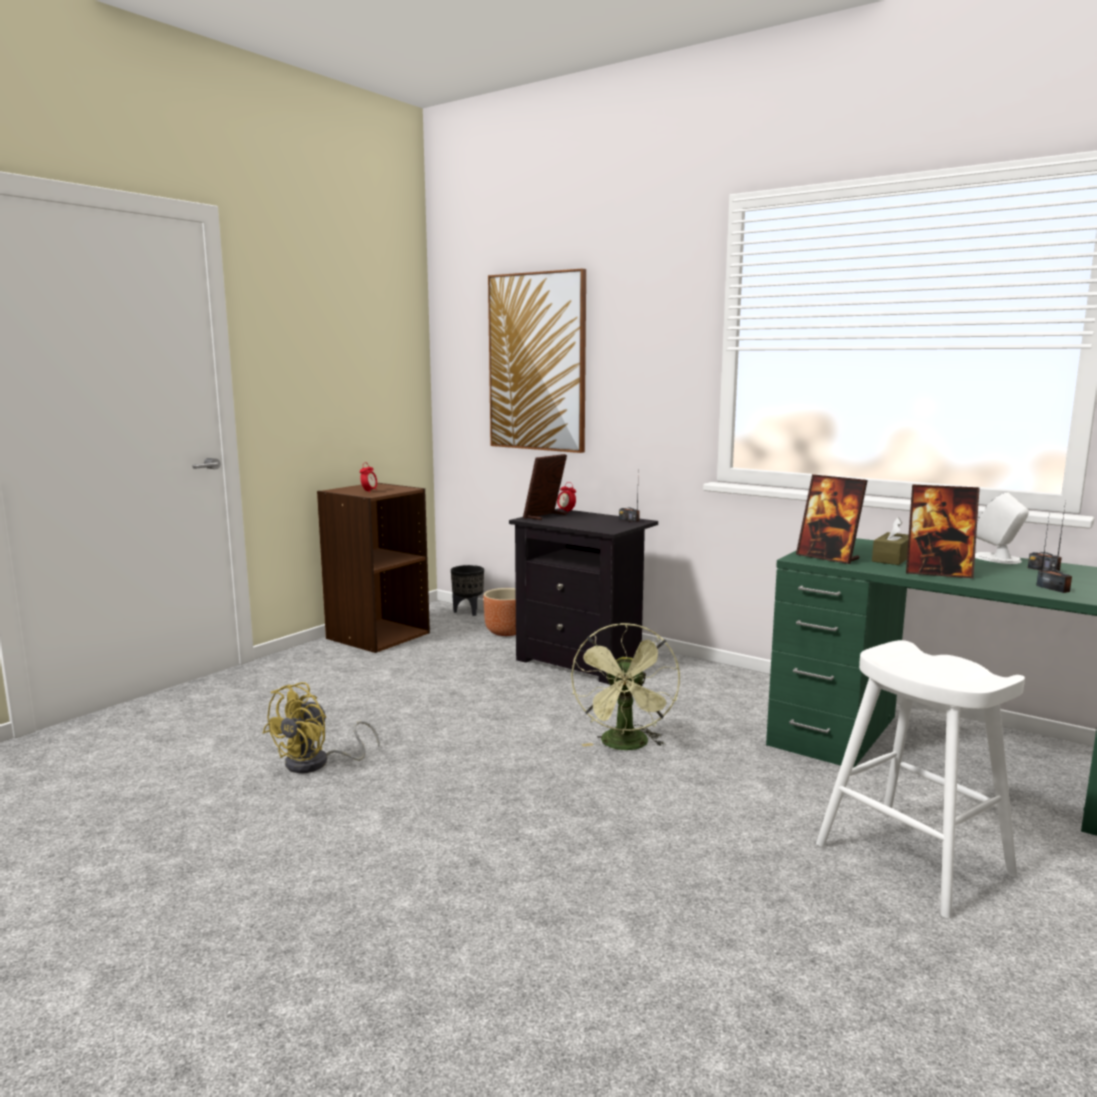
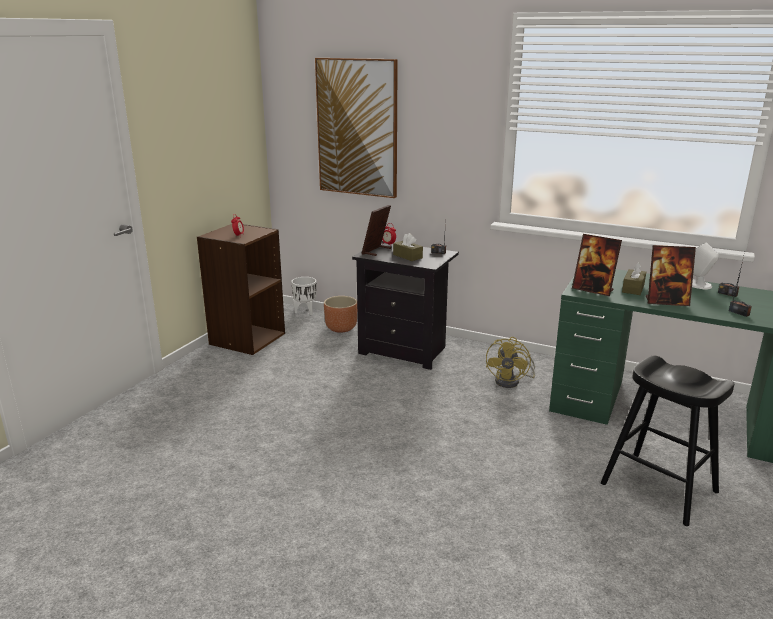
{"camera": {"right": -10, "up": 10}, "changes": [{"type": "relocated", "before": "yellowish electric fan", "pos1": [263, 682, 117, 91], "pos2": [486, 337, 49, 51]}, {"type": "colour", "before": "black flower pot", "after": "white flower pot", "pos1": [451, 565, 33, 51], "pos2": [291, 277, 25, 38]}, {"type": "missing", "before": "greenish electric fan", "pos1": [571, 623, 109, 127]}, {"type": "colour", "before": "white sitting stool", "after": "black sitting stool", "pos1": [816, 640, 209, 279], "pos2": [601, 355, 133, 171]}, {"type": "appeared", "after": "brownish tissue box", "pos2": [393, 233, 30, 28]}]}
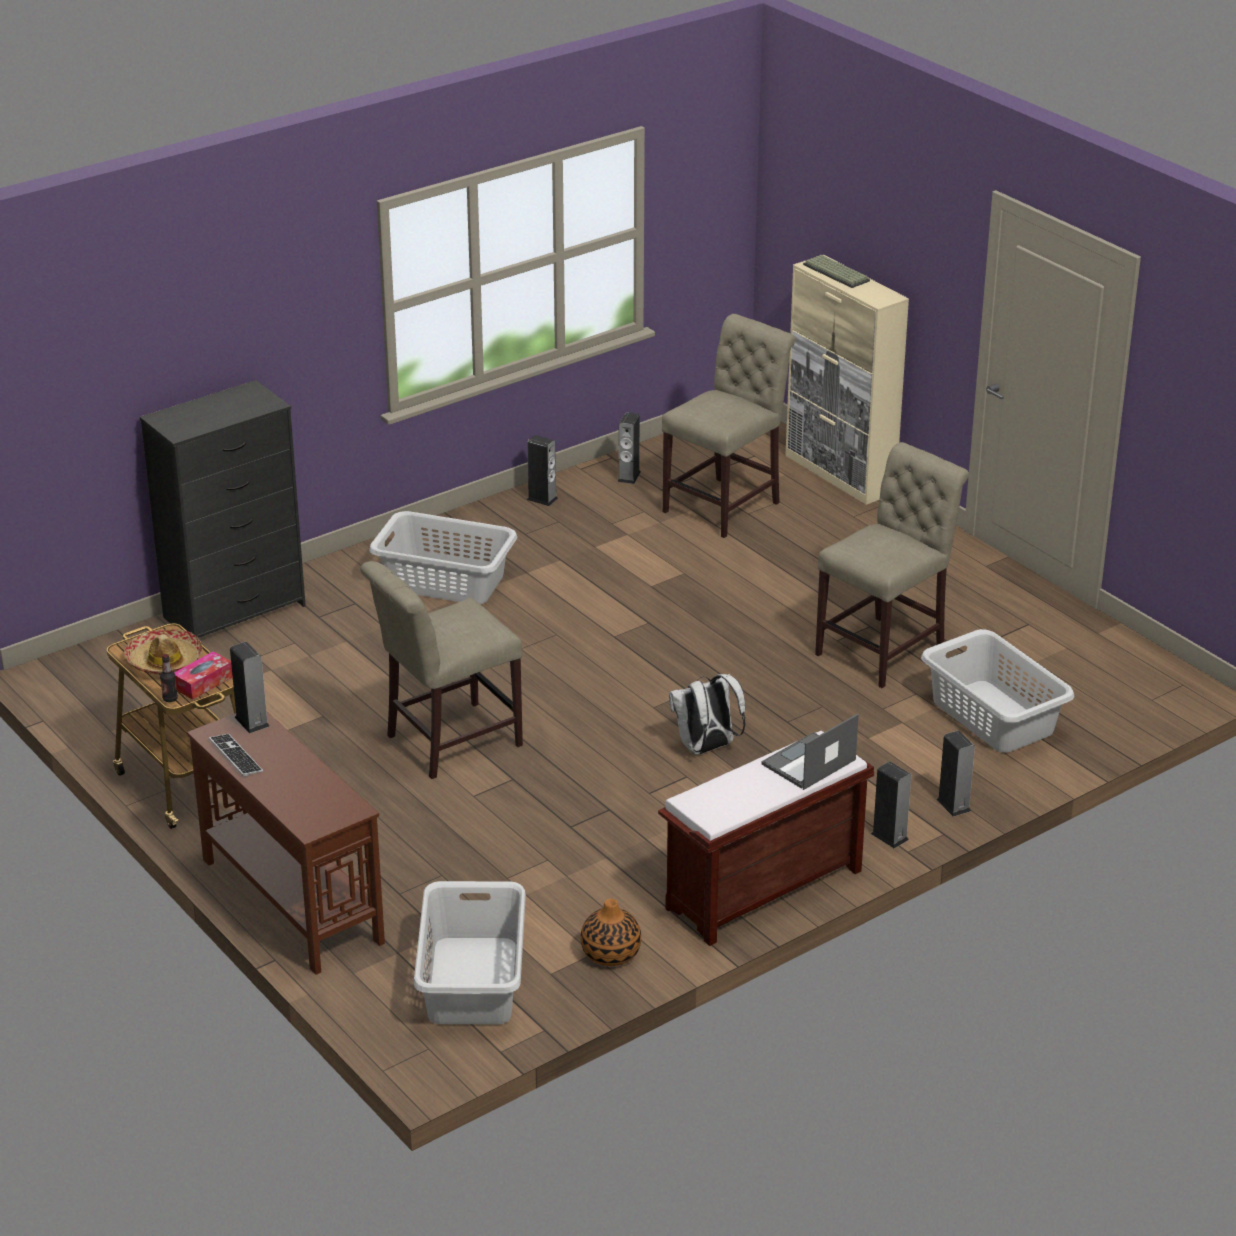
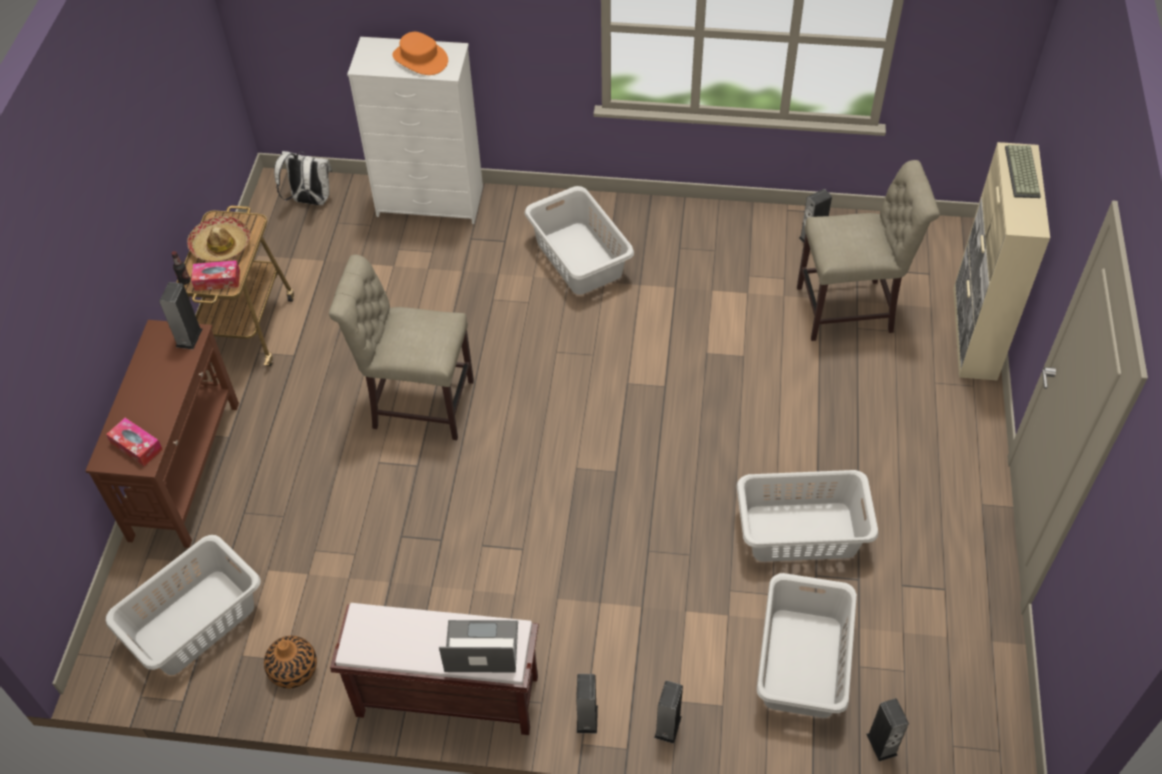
{"camera": {"right": 45, "up": 20}, "changes": [{"type": "colour", "before": "black drawer chest", "after": "white drawer chest", "pos1": [140, 380, 166, 258], "pos2": [347, 37, 136, 187]}, {"type": "missing", "before": "computer keyboard", "pos1": [209, 734, 54, 43]}, {"type": "relocated", "before": "loudspeaker", "pos1": [527, 435, 31, 71], "pos2": [866, 698, 43, 63]}, {"type": "relocated", "before": "white knapsack", "pos1": [669, 674, 77, 81], "pos2": [274, 151, 58, 54]}, {"type": "exchanged", "before": "beige upright chair", "after": "grey laundry basket", "pos1": [815, 442, 154, 246], "pos2": [737, 470, 141, 92]}, {"type": "appeared", "after": "tissue box", "pos2": [106, 418, 57, 48]}, {"type": "appeared", "after": "orangey clothing hat", "pos2": [393, 32, 55, 43]}]}
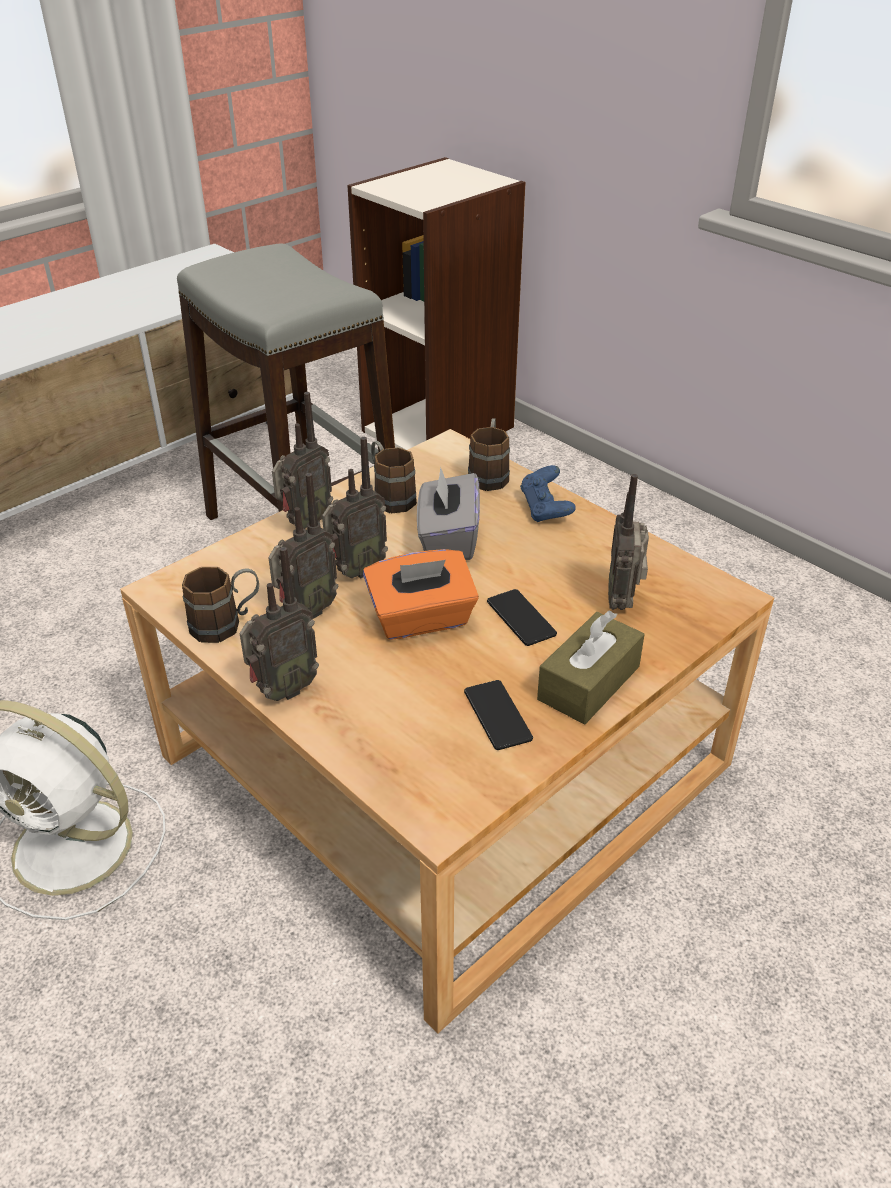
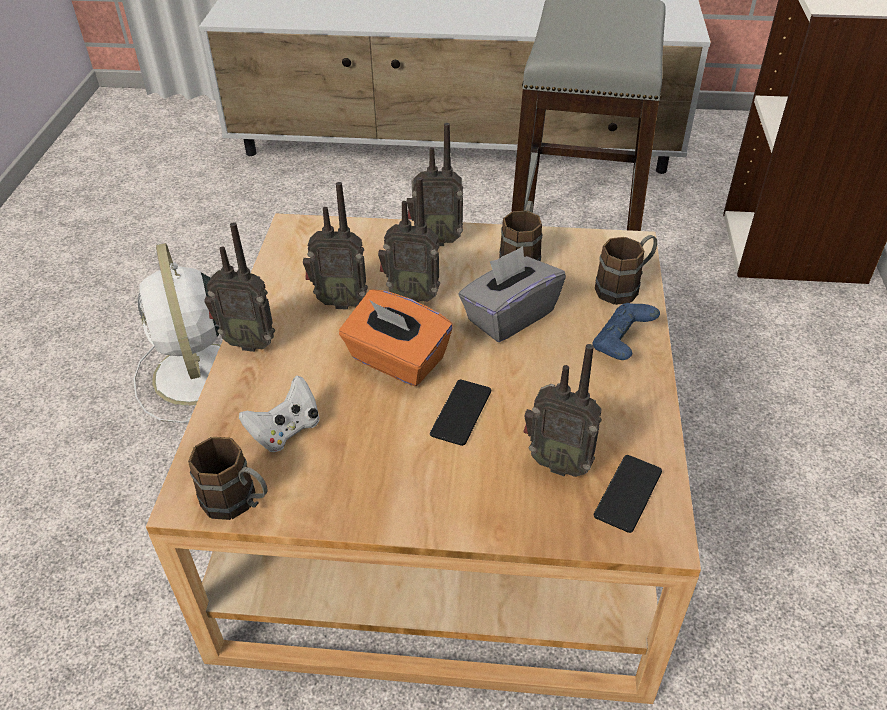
{"camera": {"right": 50, "up": 5}, "changes": [{"type": "relocated", "before": "brownish tea mug", "pos1": [182, 567, 77, 76], "pos2": [188, 437, 80, 83]}, {"type": "relocated", "before": "handset", "pos1": [464, 680, 69, 70], "pos2": [594, 455, 68, 78]}, {"type": "missing", "before": "brownish tissue box", "pos1": [537, 610, 108, 115]}, {"type": "spun", "before": "radio set", "pos1": [608, 474, 41, 136], "pos2": [524, 344, 78, 133], "turn": -120}, {"type": "appeared", "after": "white game controller", "pos2": [239, 375, 81, 77]}]}
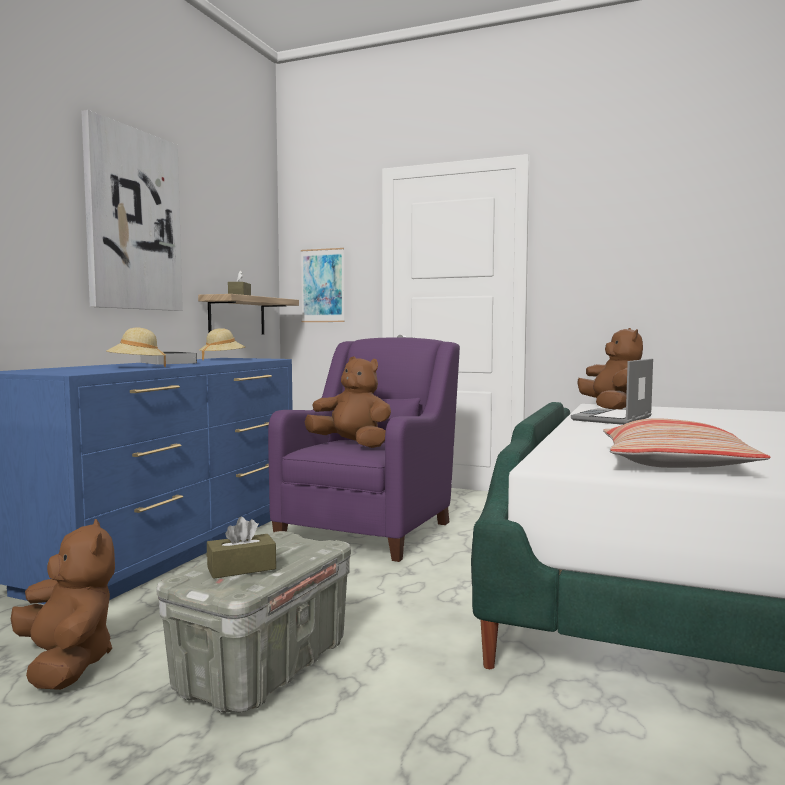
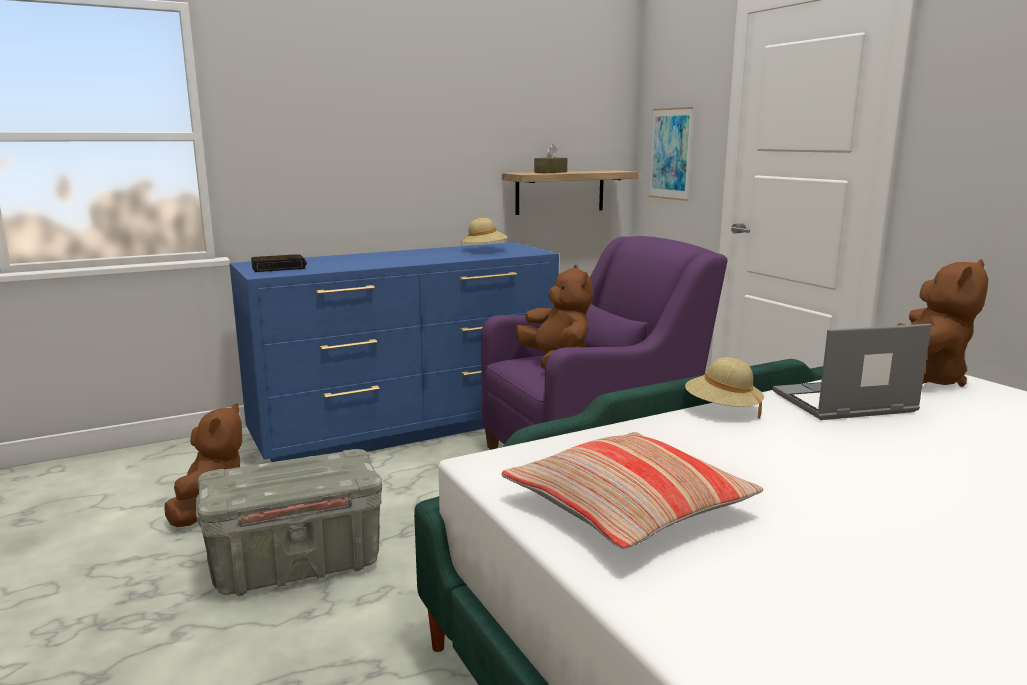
{"camera": {"right": 40, "up": 10}, "changes": [{"type": "missing", "before": "picture", "pos1": [82, 110, 101, 201]}, {"type": "relocated", "before": "beige clothing hat", "pos1": [106, 328, 60, 39], "pos2": [685, 357, 79, 62]}, {"type": "missing", "before": "book", "pos1": [139, 352, 58, 13]}, {"type": "missing", "before": "brownish tissue box", "pos1": [207, 517, 69, 62]}, {"type": "appeared", "after": "alarm clock", "pos2": [251, 254, 56, 18]}]}
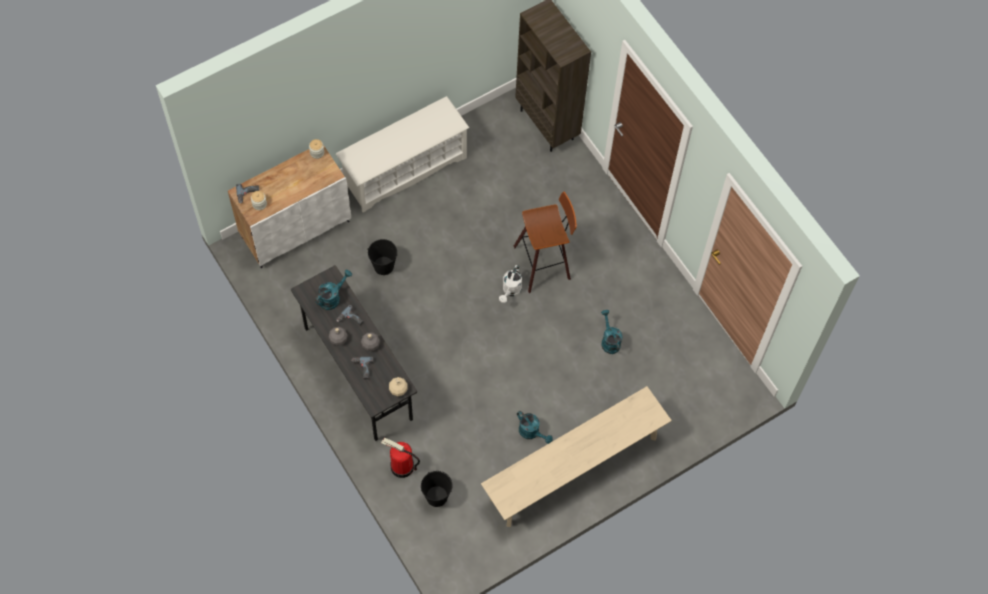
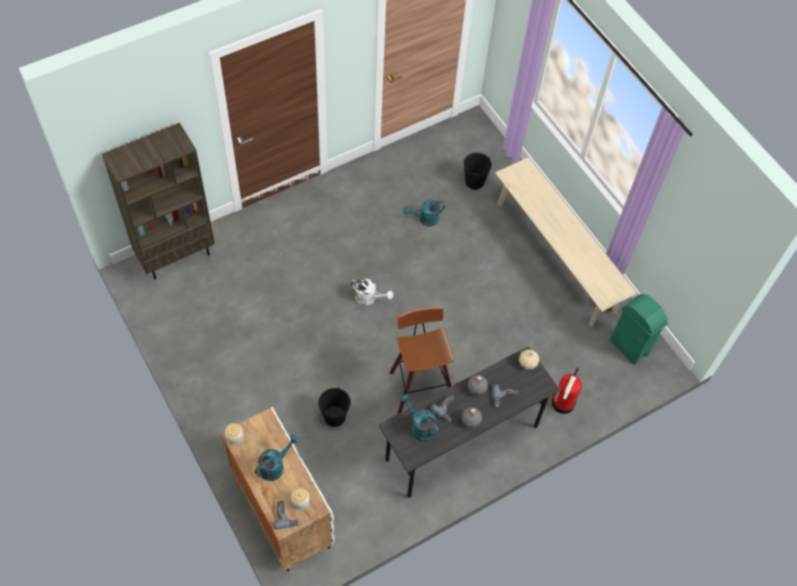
{"camera": {"right": -90, "up": -5}, "changes": [{"type": "missing", "before": "white shoe rack", "pos1": [336, 96, 133, 117]}, {"type": "relocated", "before": "black bucket", "pos1": [421, 471, 32, 36], "pos2": [464, 152, 28, 38]}, {"type": "relocated", "before": "sitting stool", "pos1": [514, 192, 63, 101], "pos2": [390, 308, 65, 106]}, {"type": "relocated", "before": "blue-green watering pot", "pos1": [517, 411, 36, 33], "pos2": [255, 434, 44, 47]}, {"type": "appeared", "after": "greenish trash can", "pos2": [610, 294, 58, 71]}]}
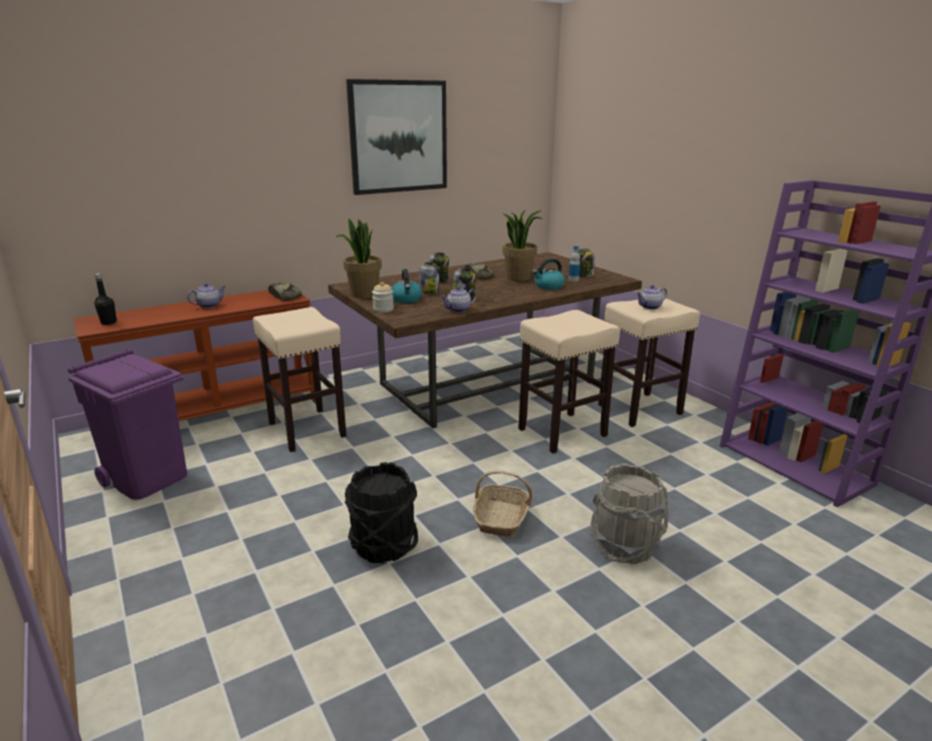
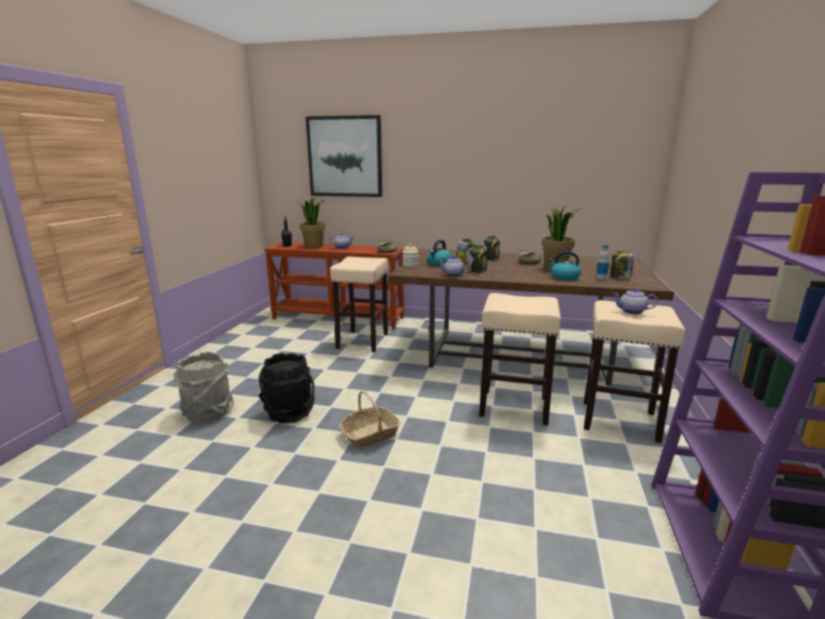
{"camera": {"right": 45, "up": -5}, "changes": [{"type": "missing", "before": "purplish trash can", "pos1": [68, 349, 119, 151]}, {"type": "relocated", "before": "plant in a pot", "pos1": [336, 218, 46, 80], "pos2": [297, 197, 28, 52]}, {"type": "relocated", "before": "picture", "pos1": [346, 79, 101, 116], "pos2": [306, 115, 76, 82]}, {"type": "relocated", "before": "grey bucket", "pos1": [590, 463, 79, 101], "pos2": [173, 351, 61, 72]}]}
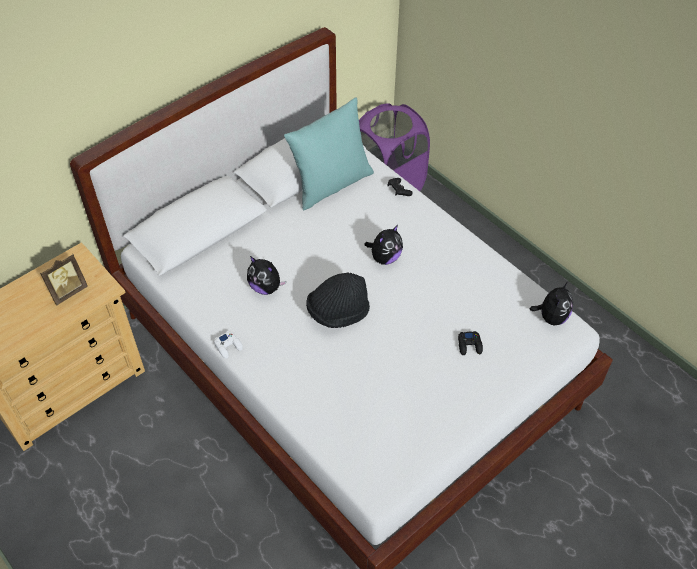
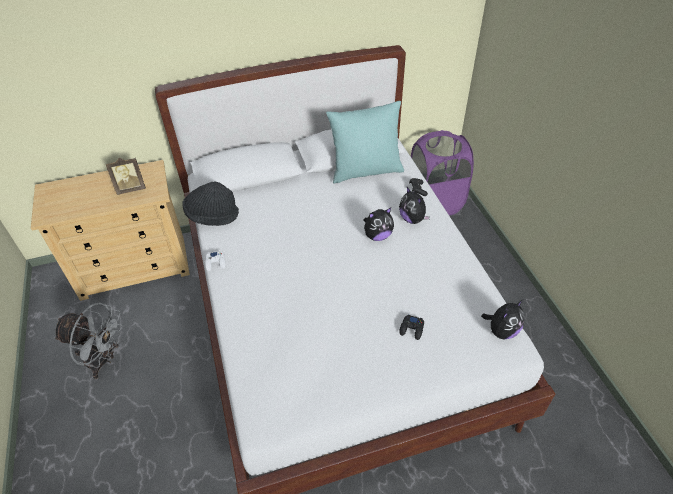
{"camera": {"right": 25, "up": -5}, "changes": [{"type": "relocated", "before": "plush toy", "pos1": [247, 256, 39, 39], "pos2": [399, 187, 31, 37]}, {"type": "relocated", "before": "black clothing hat", "pos1": [306, 272, 64, 56], "pos2": [182, 181, 57, 45]}, {"type": "appeared", "after": "grey electric fan", "pos2": [54, 302, 69, 77]}]}
